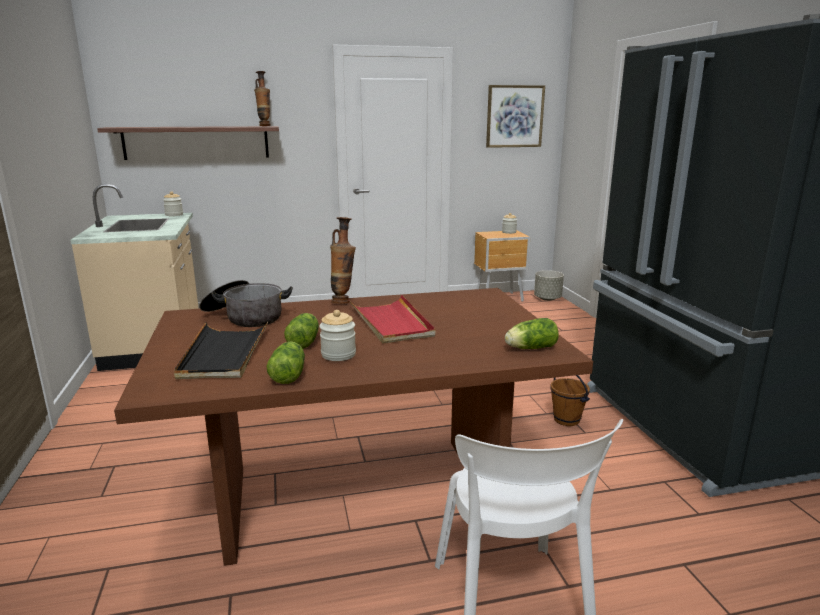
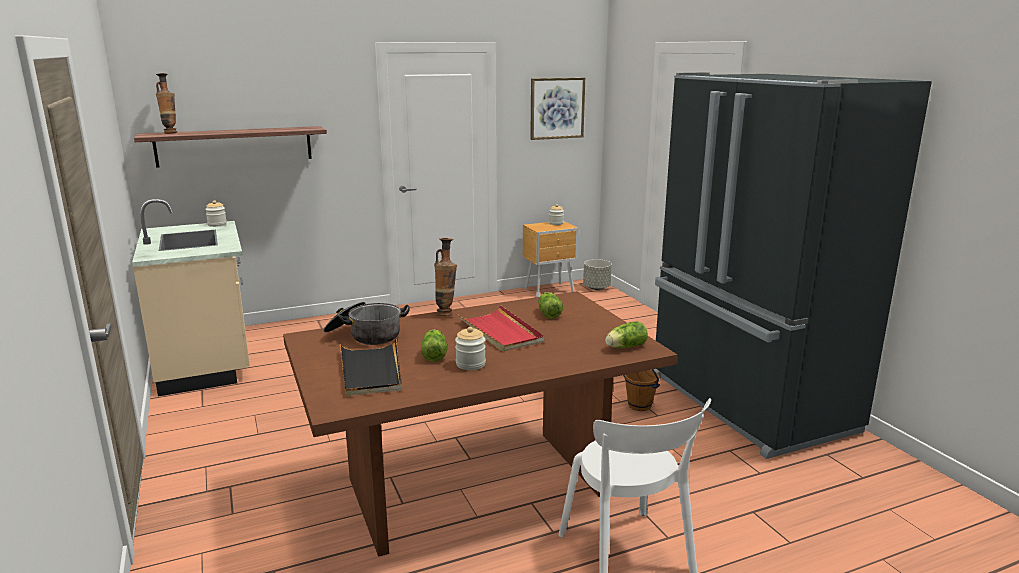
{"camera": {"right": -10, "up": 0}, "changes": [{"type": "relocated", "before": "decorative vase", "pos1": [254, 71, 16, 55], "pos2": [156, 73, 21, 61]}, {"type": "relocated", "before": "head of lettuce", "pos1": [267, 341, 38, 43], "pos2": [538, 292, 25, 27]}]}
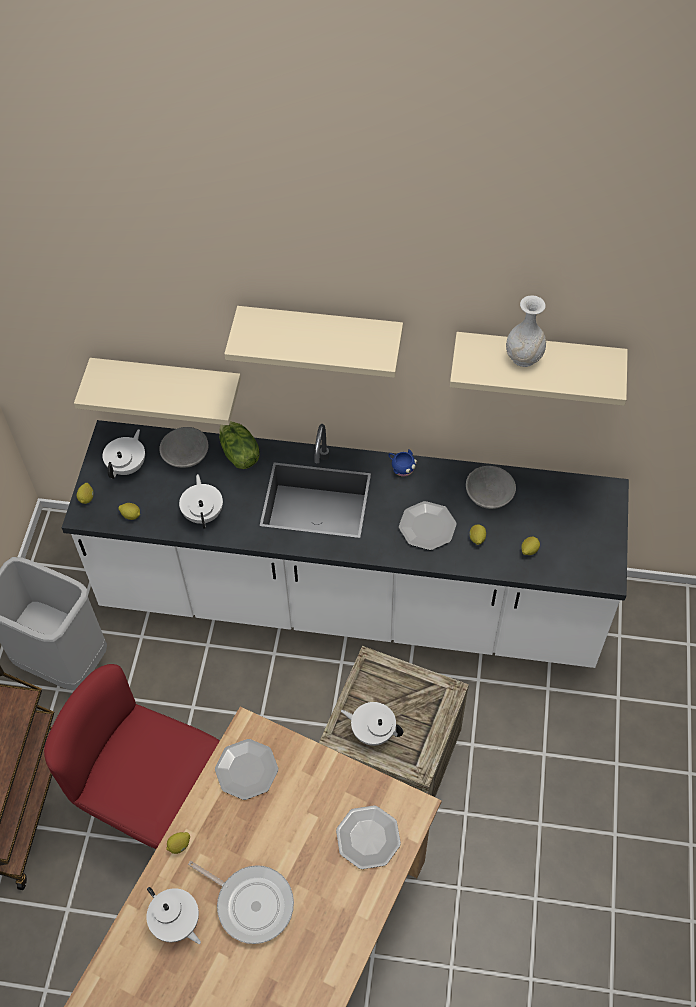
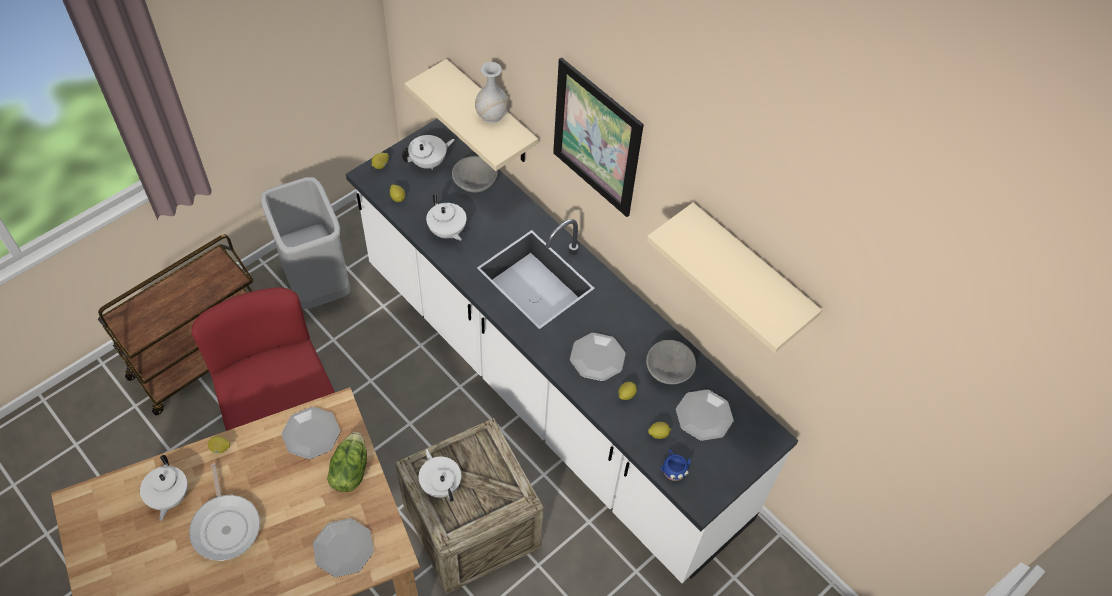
{"camera": {"right": 35, "up": 0}, "changes": [{"type": "spun", "before": "white tea pot", "pos1": [179, 474, 44, 55], "pos2": [426, 194, 40, 47], "turn": 120}, {"type": "relocated", "before": "head of lettuce", "pos1": [219, 421, 41, 48], "pos2": [327, 432, 40, 60]}, {"type": "exchanged", "before": "beige bracket shelf", "after": "picture", "pos1": [224, 306, 179, 72], "pos2": [553, 57, 91, 160]}, {"type": "relocated", "before": "blue-coloured tea mug", "pos1": [388, 449, 29, 28], "pos2": [661, 449, 30, 32]}, {"type": "relocated", "before": "white decorative vase", "pos1": [506, 295, 40, 72], "pos2": [475, 62, 33, 61]}, {"type": "appeared", "after": "flat dish", "pos2": [676, 390, 58, 51]}]}
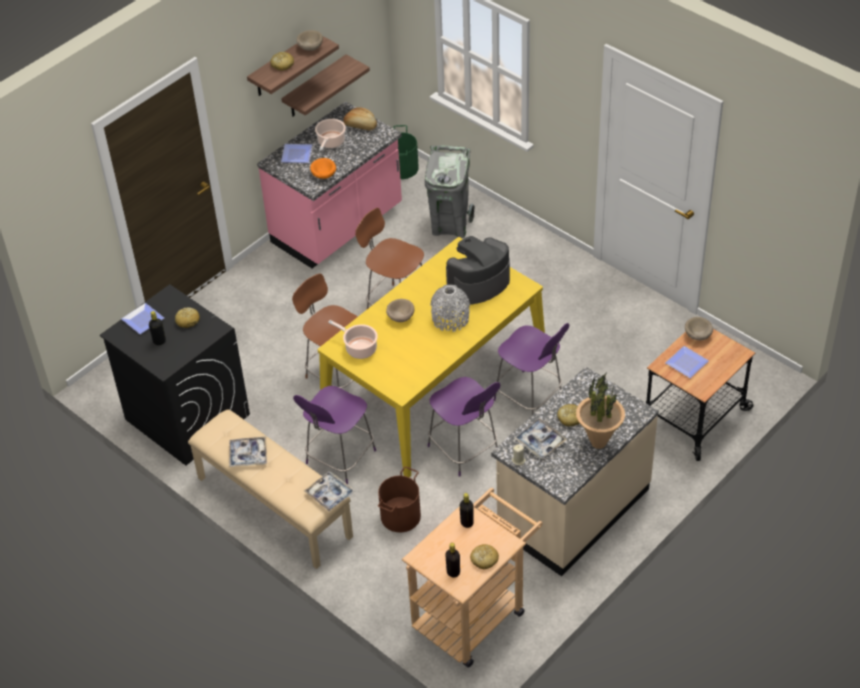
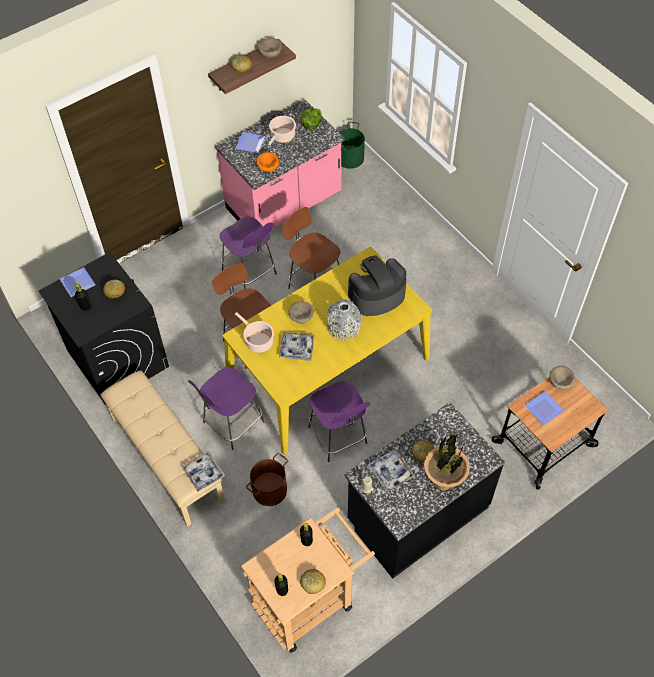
{"camera": {"right": 10, "up": 10}, "changes": [{"type": "relocated", "before": "serving tray", "pos1": [229, 437, 38, 30], "pos2": [279, 332, 36, 29]}, {"type": "missing", "before": "bracket shelf", "pos1": [281, 54, 89, 62]}, {"type": "exchanged", "before": "bakery bread", "after": "head of lettuce", "pos1": [343, 107, 34, 23], "pos2": [300, 108, 22, 22]}, {"type": "missing", "before": "grey trash can", "pos1": [425, 145, 50, 93]}, {"type": "colour", "before": "beige kitchen counter", "after": "black kitchen counter", "pos1": [491, 367, 168, 209], "pos2": [345, 402, 160, 177]}, {"type": "relocated", "before": "purplish upright chair", "pos1": [494, 323, 75, 92], "pos2": [220, 216, 57, 73]}]}
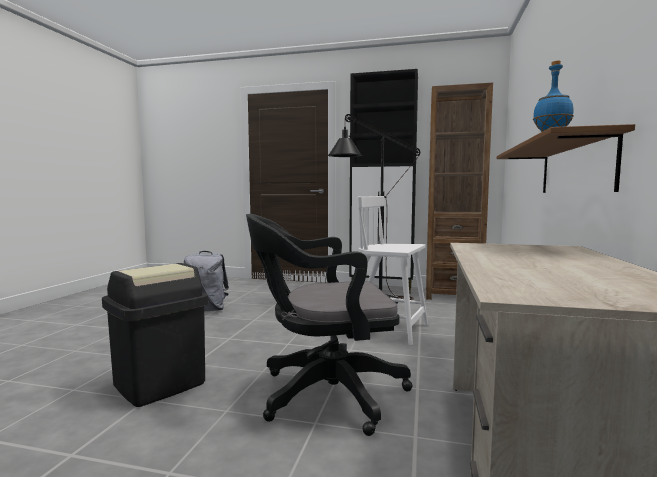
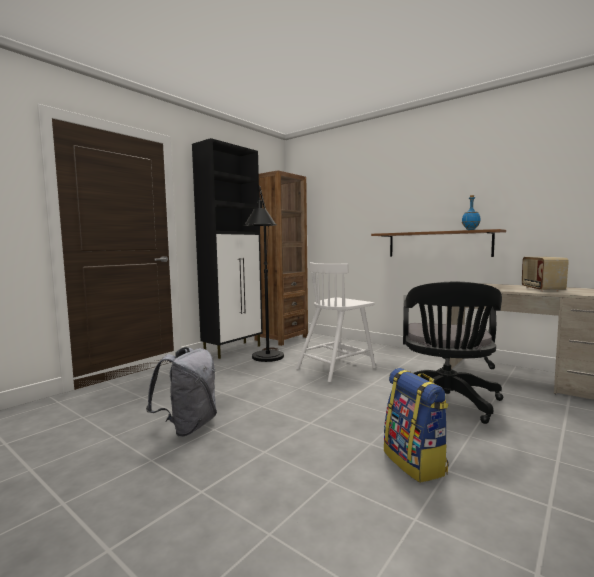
{"camera": {"right": -65, "up": 0}, "changes": [{"type": "exchanged", "before": "black trash can", "after": "knapsack", "pos1": [102, 263, 106, 144], "pos2": [384, 368, 65, 115]}, {"type": "appeared", "after": "radio set", "pos2": [522, 257, 47, 35]}]}
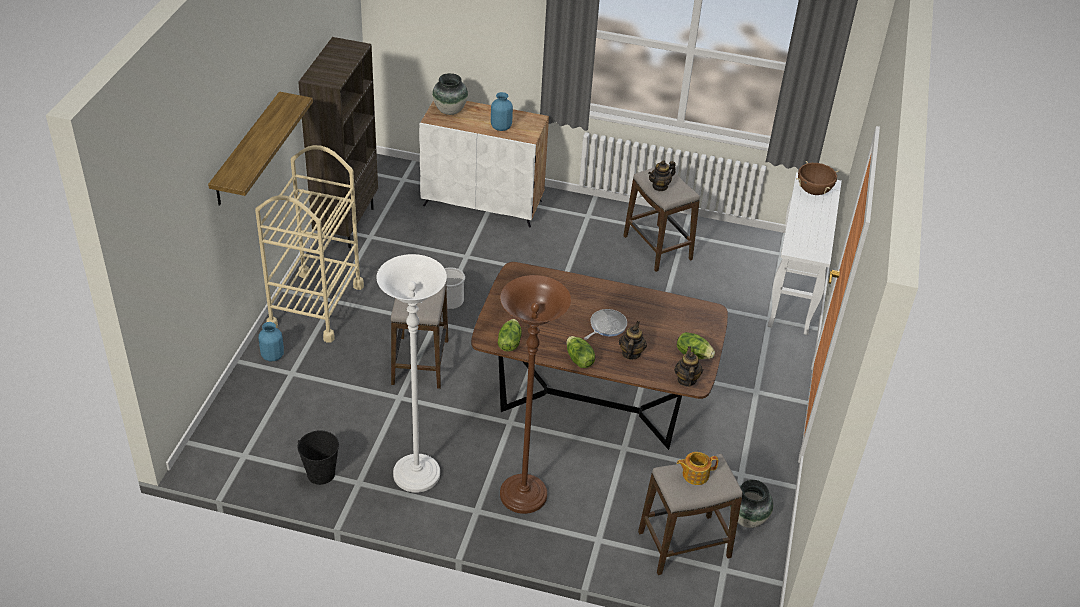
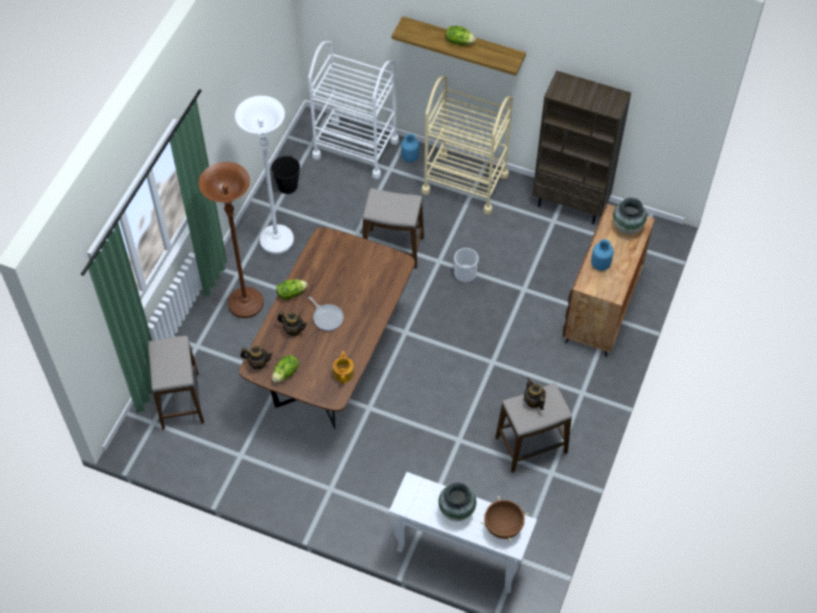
{"camera": {"right": 100, "up": 15}, "changes": [{"type": "colour", "before": "white cabinet", "after": "brownish cabinet", "pos1": [419, 100, 130, 128], "pos2": [563, 204, 92, 153]}, {"type": "relocated", "before": "head of lettuce", "pos1": [498, 319, 24, 33], "pos2": [446, 26, 30, 19]}, {"type": "relocated", "before": "tea pot", "pos1": [677, 452, 41, 33], "pos2": [333, 351, 21, 32]}, {"type": "relocated", "before": "decorative vase", "pos1": [730, 480, 43, 48], "pos2": [438, 483, 38, 38]}, {"type": "appeared", "after": "white cart", "pos2": [308, 41, 91, 138]}]}
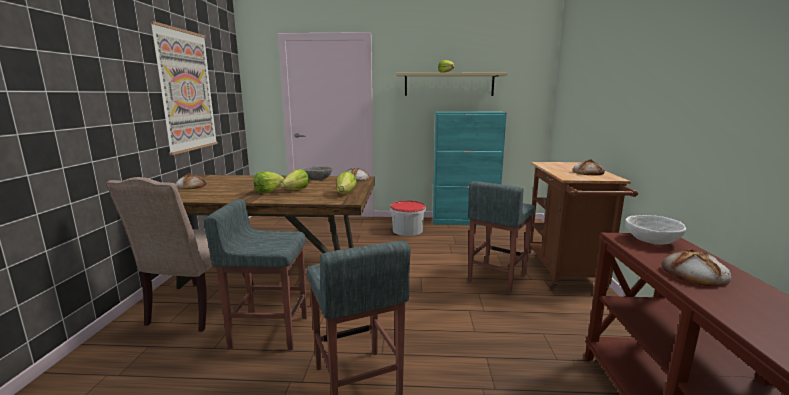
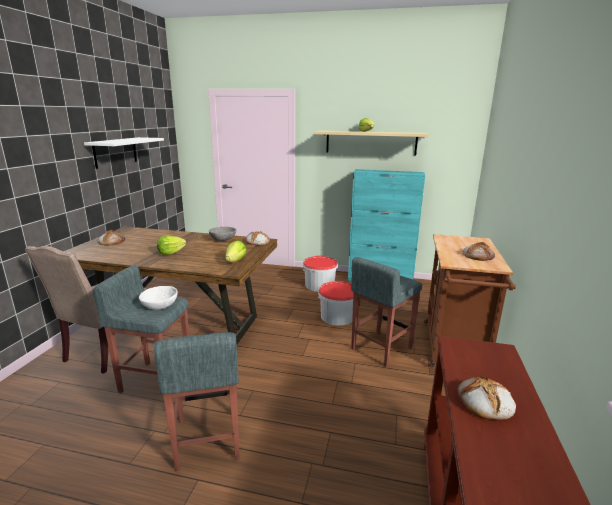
{"camera": {"right": 10, "up": 5}, "changes": [{"type": "exchanged", "before": "picture", "after": "white bracket shelf", "pos1": [149, 21, 69, 134], "pos2": [84, 137, 80, 32]}, {"type": "missing", "before": "head of lettuce", "pos1": [281, 169, 28, 21]}, {"type": "relocated", "before": "white deep dish", "pos1": [626, 215, 60, 29], "pos2": [139, 286, 39, 24]}, {"type": "appeared", "after": "bucket", "pos2": [318, 281, 35, 45]}]}
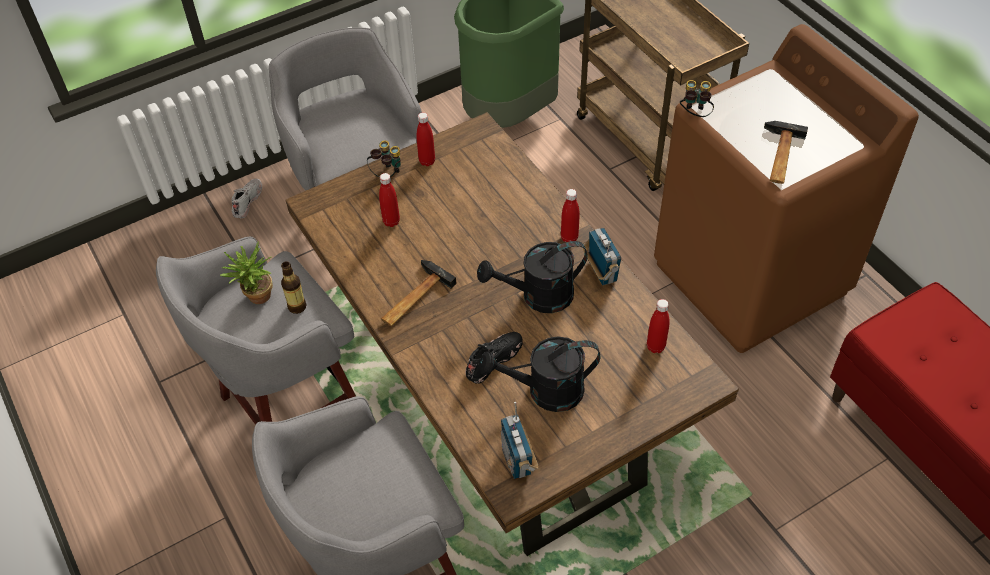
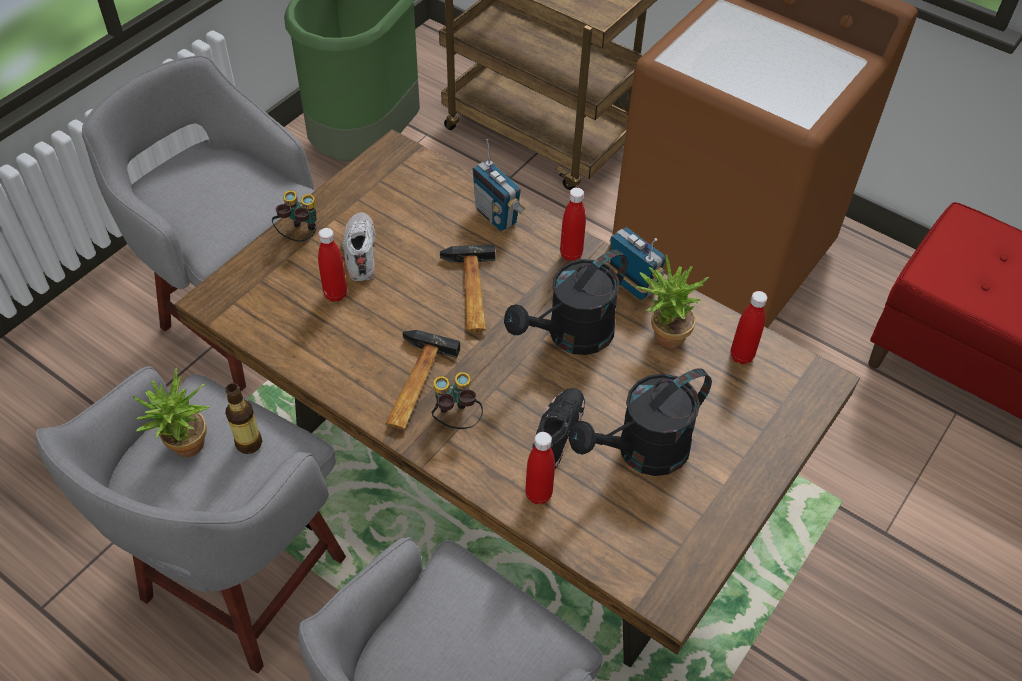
{"camera": {"right": -25, "up": 0}, "changes": [{"type": "relocated", "before": "white item of footwear", "pos1": [231, 179, 31, 39], "pos2": [342, 212, 33, 69]}, {"type": "relocated", "before": "reddish beverage bottle", "pos1": [416, 112, 19, 54], "pos2": [525, 432, 30, 72]}, {"type": "relocated", "before": "radio set", "pos1": [501, 402, 38, 77], "pos2": [472, 139, 54, 92]}, {"type": "relocated", "before": "pair of binoculars", "pos1": [680, 80, 34, 37], "pos2": [431, 372, 52, 57]}, {"type": "relocated", "before": "hand hammer", "pos1": [764, 121, 44, 63], "pos2": [440, 244, 55, 88]}, {"type": "appeared", "after": "plant in a pot", "pos2": [634, 254, 75, 94]}]}
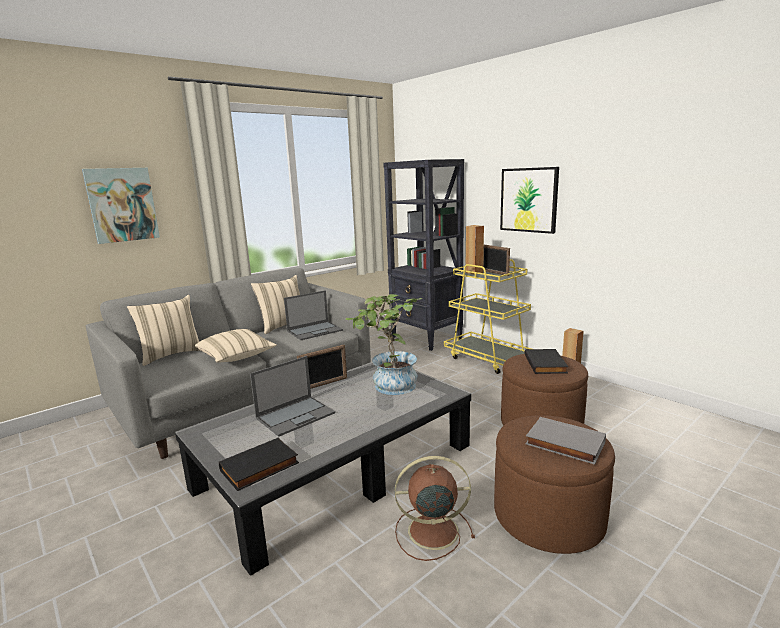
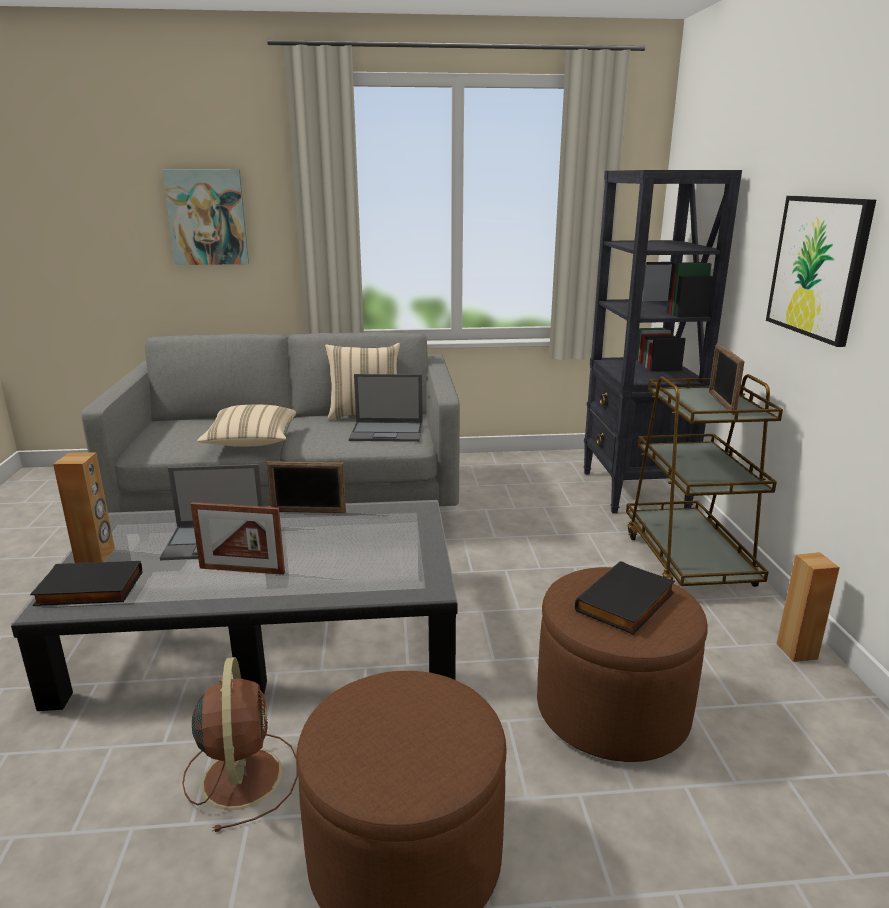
{"camera": {"right": 35, "up": 5}, "changes": [{"type": "missing", "before": "beige throw pillow", "pos1": [127, 295, 73, 71]}, {"type": "missing", "before": "plant in a pot", "pos1": [346, 294, 76, 101]}, {"type": "spun", "before": "brownish electric fan", "pos1": [395, 456, 80, 105], "pos2": [182, 657, 116, 175], "turn": 45}, {"type": "colour", "before": "yellowish cart", "after": "brownish cart", "pos1": [444, 259, 88, 115], "pos2": [626, 374, 157, 213]}, {"type": "relocated", "before": "brownish loudspeaker", "pos1": [465, 225, 19, 50], "pos2": [53, 452, 62, 111]}, {"type": "missing", "before": "grey book", "pos1": [525, 417, 81, 48]}, {"type": "appeared", "after": "photo frame", "pos2": [190, 502, 95, 73]}]}
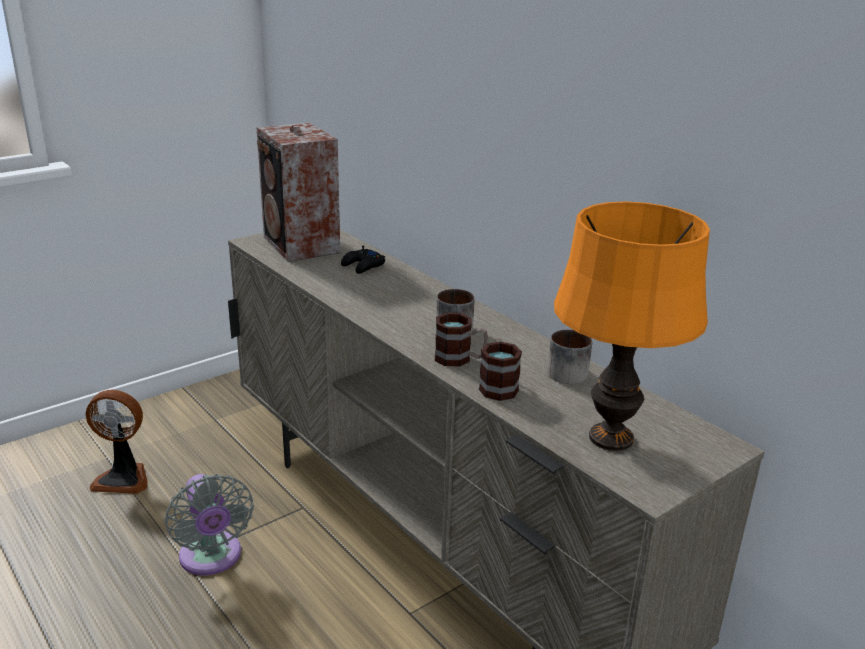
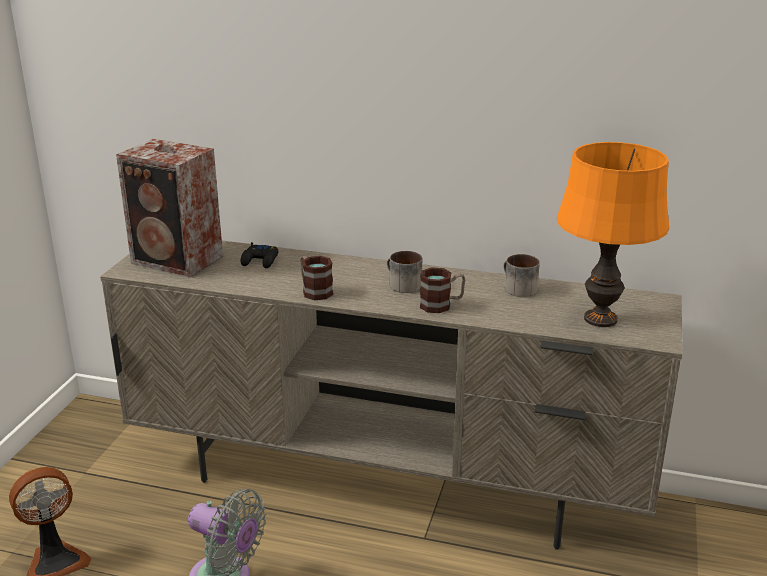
{"camera": {"right": -35, "up": 0}, "changes": [{"type": "relocated", "before": "tea mug", "pos1": [479, 339, 43, 62], "pos2": [301, 256, 32, 44]}]}
